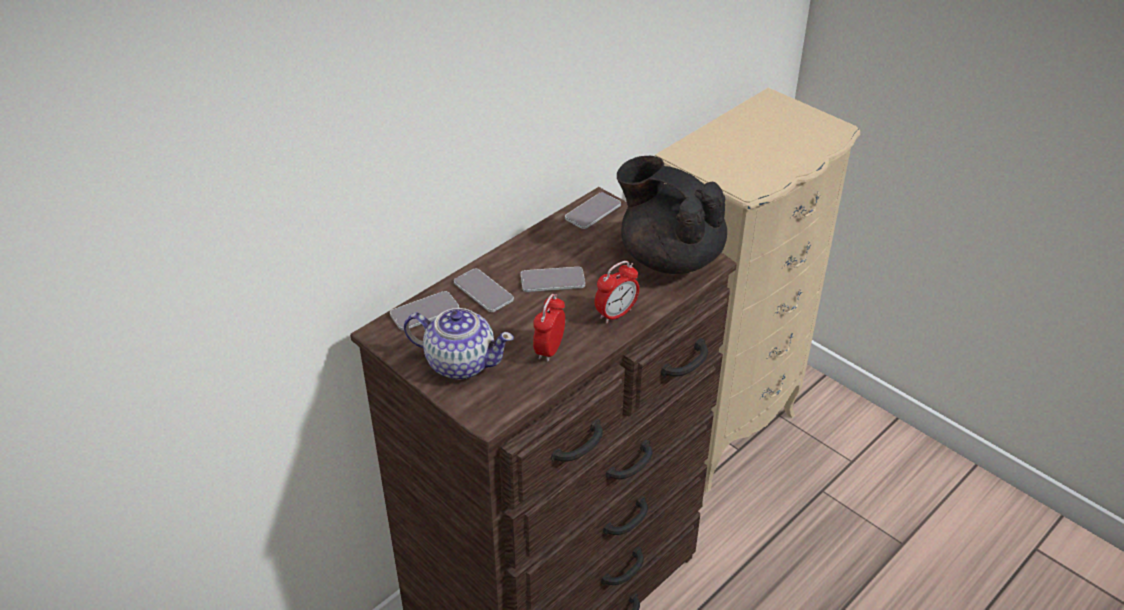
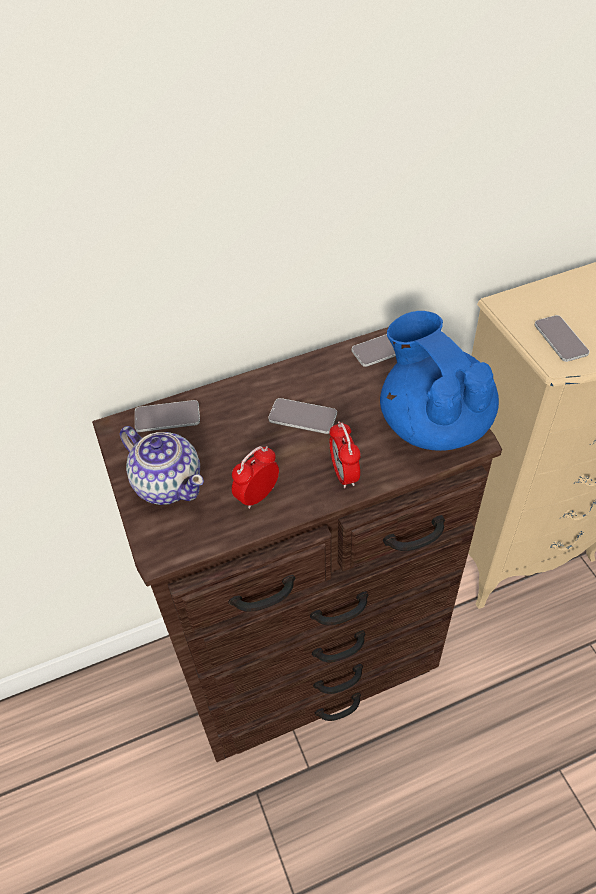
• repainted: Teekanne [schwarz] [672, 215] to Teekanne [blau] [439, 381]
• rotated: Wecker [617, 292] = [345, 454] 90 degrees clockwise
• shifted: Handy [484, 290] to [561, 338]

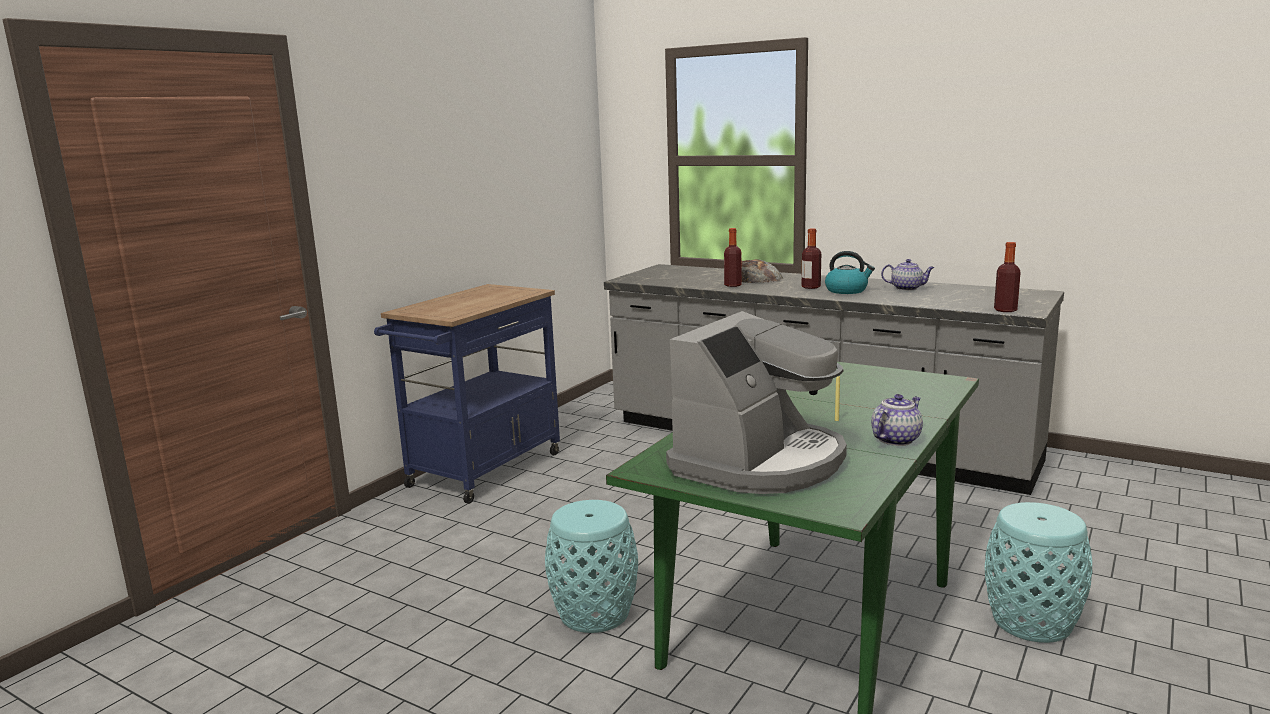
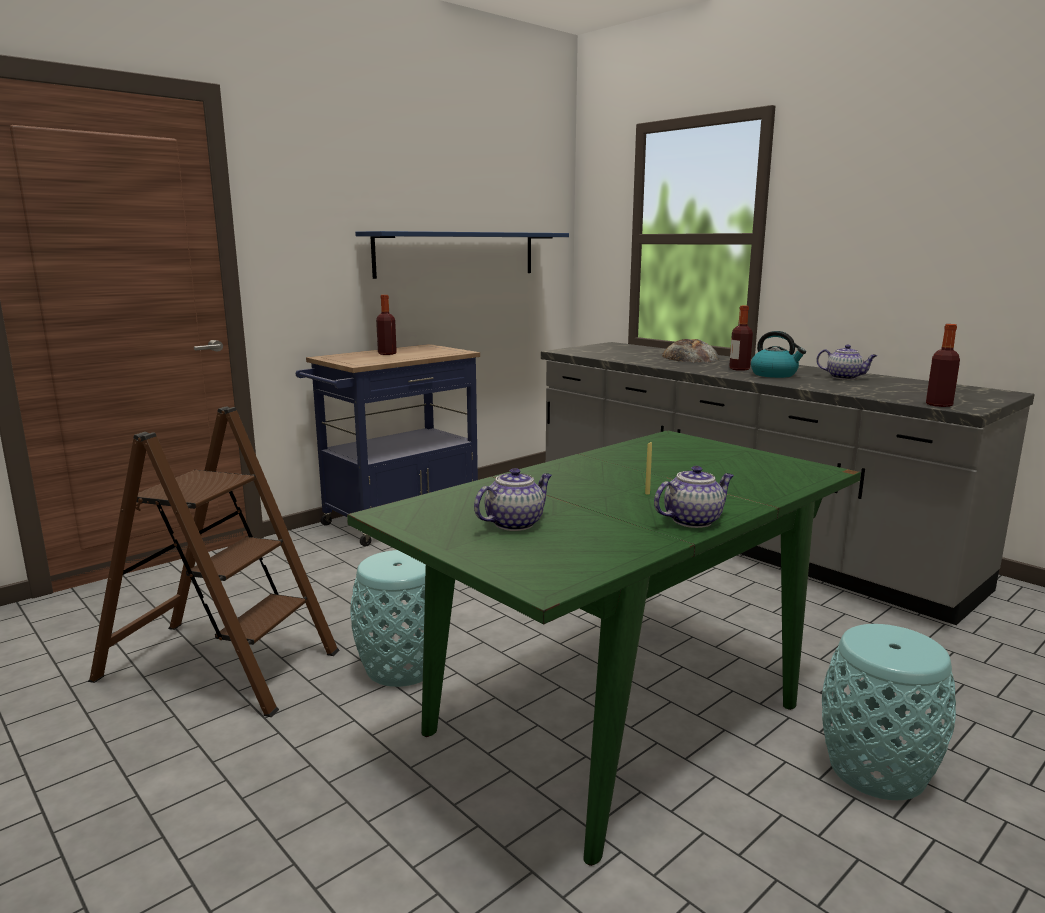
• shifted: Flasche [733, 257] to [386, 325]
• swapped: Kaffeemaschine [756, 402] to Teekanne [513, 499]
• new: Wandregal [blau] [462, 255]
• new: Trittleiter [braun] [214, 561]

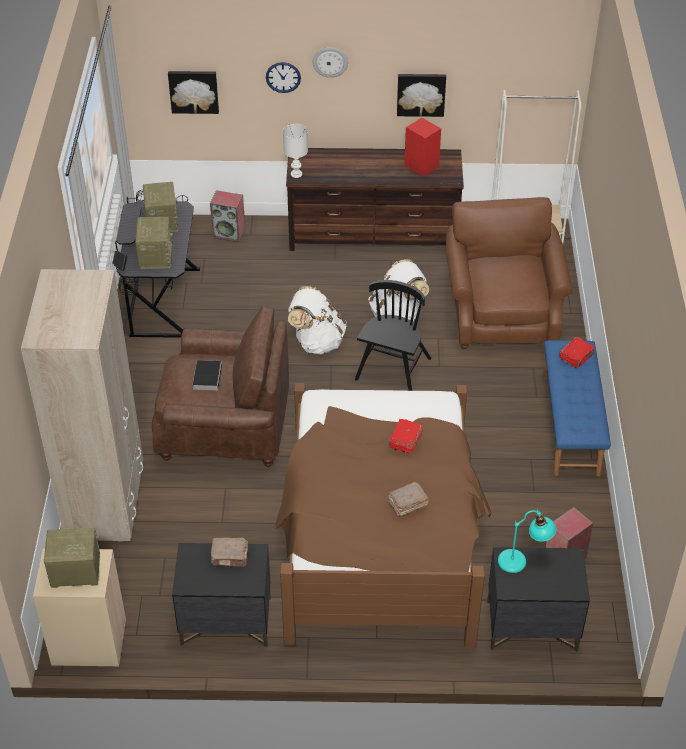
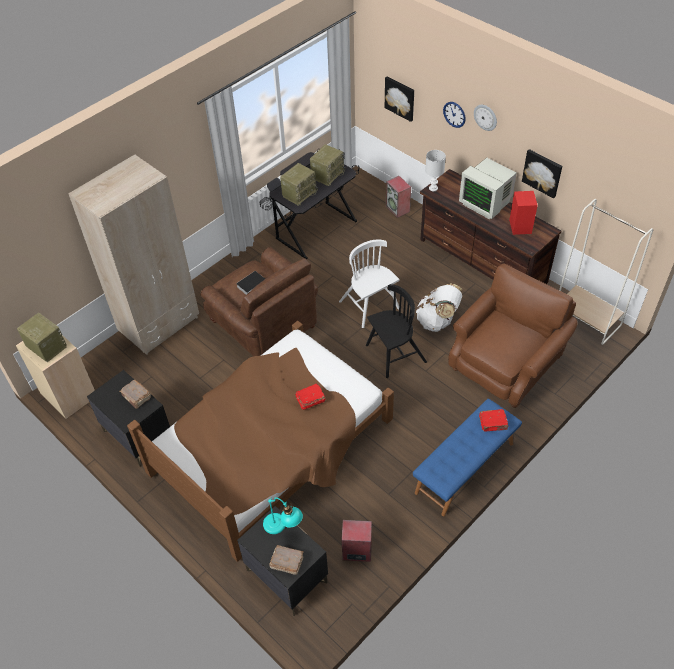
• swapped: Rucksack [weiß] [317, 320] to Stuhl [weiß] [369, 284]
• shifted: Buch [braun] [408, 498] to [286, 560]
• new: Monitor [488, 188]

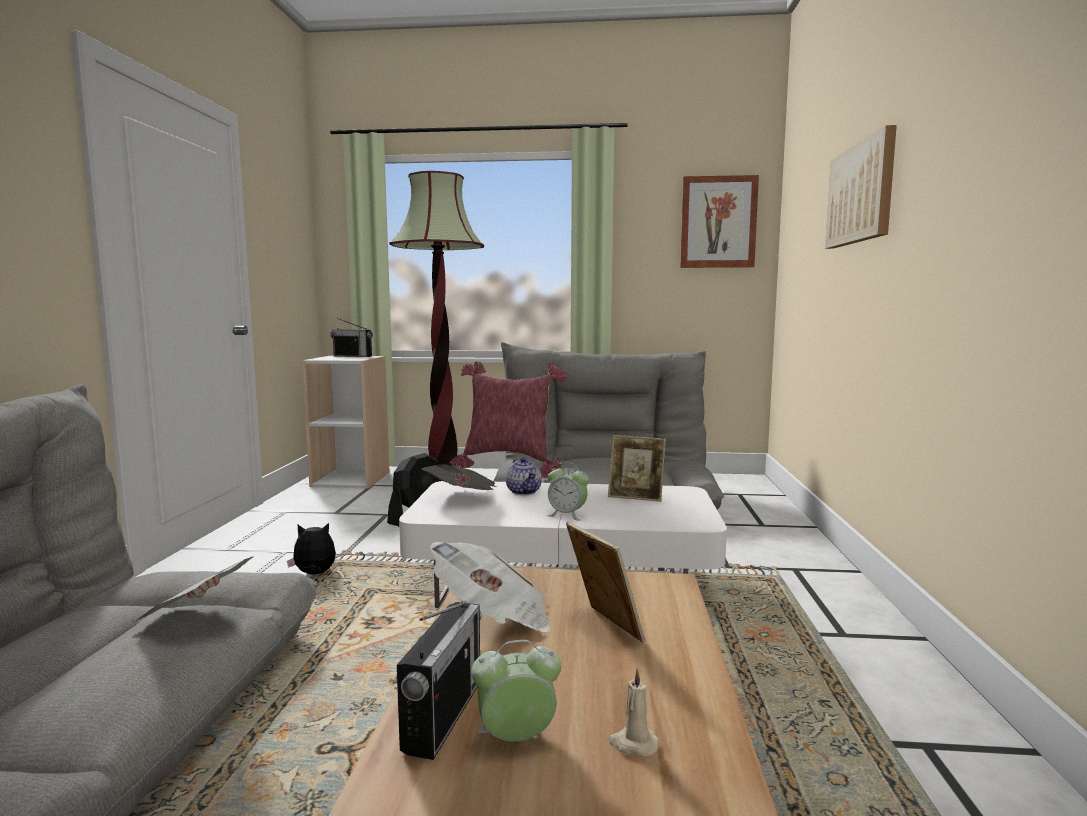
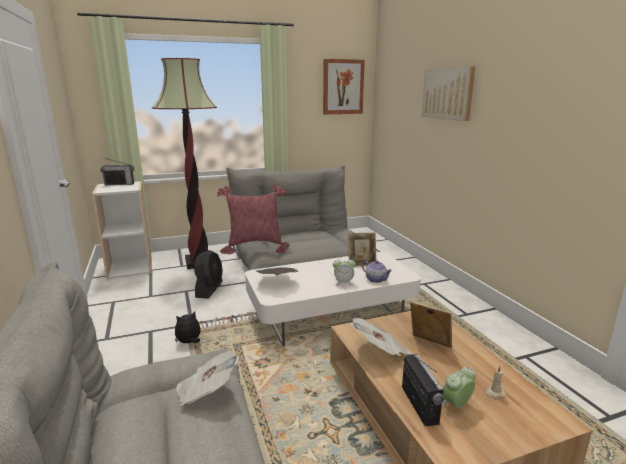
• shifted: Teekanne [524, 476] to [377, 272]

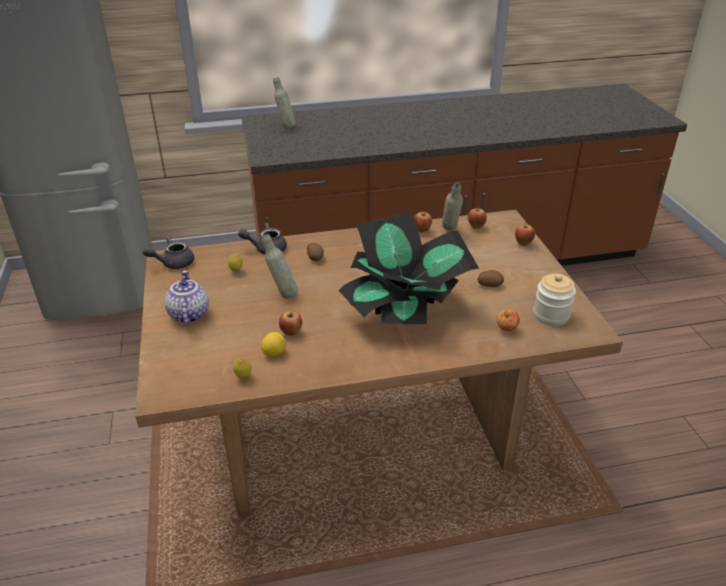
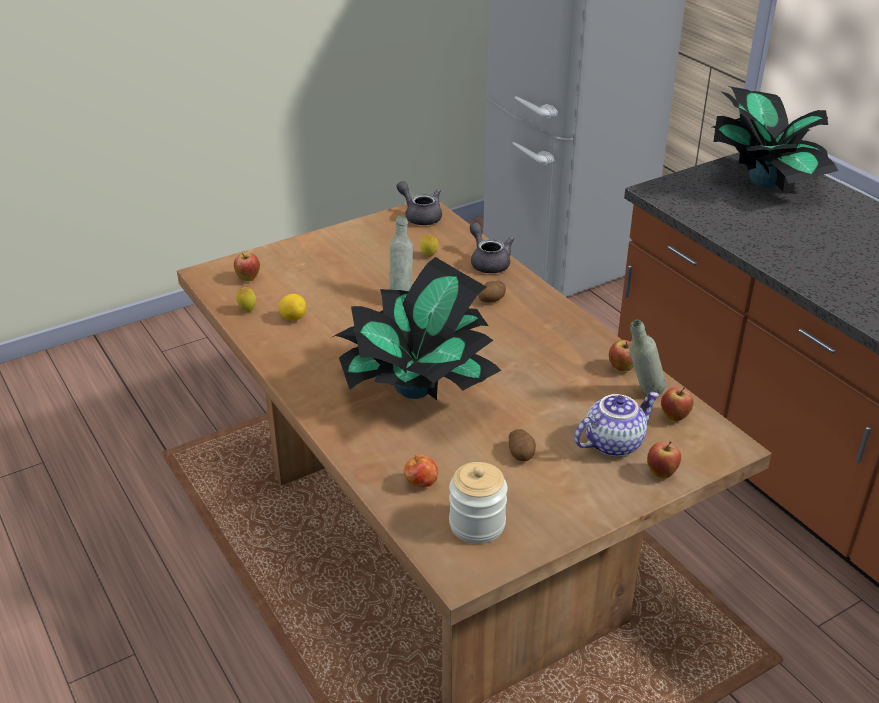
• swapped: Flasche [grau] [284, 103] to Topfpflanze [775, 138]
• shifted: Teekanne [187, 297] to [616, 424]
• shifted: Apfel [290, 323] to [247, 267]

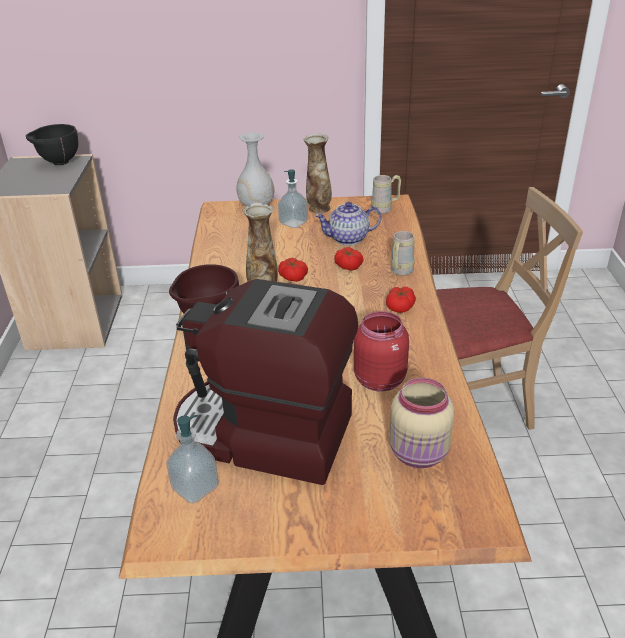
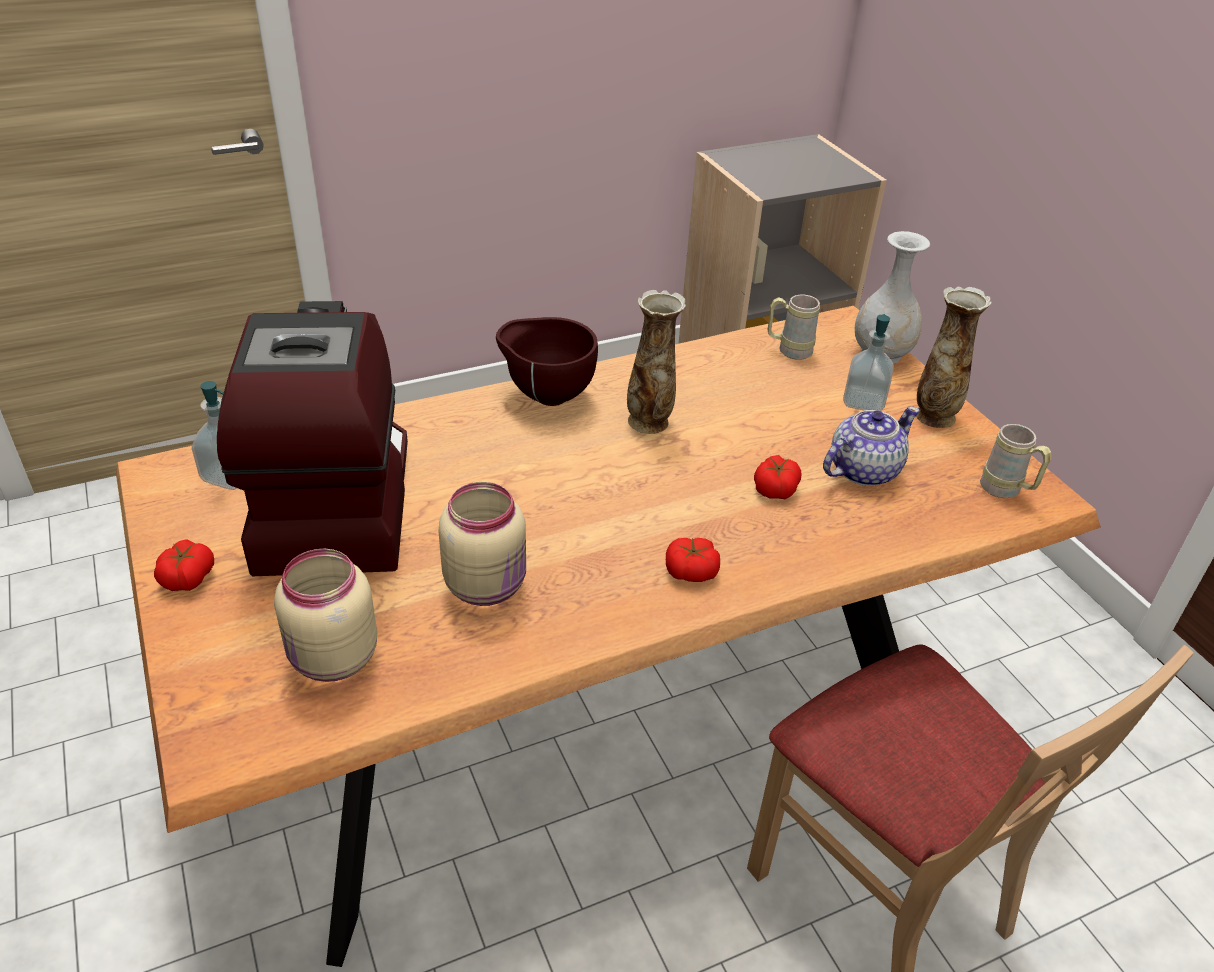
• gone: Schüssel [schwarz] [52, 144]
• rotated: Teekanne [348, 223] = [871, 446] 90 degrees clockwise
• shifted: Henkelbecher [beige] [403, 253] to [794, 327]
• shifted: Tomate [293, 270] to [184, 565]
• repainted: Vorratsglas [rot] [381, 351] to Vorratsglas [beige] [482, 544]

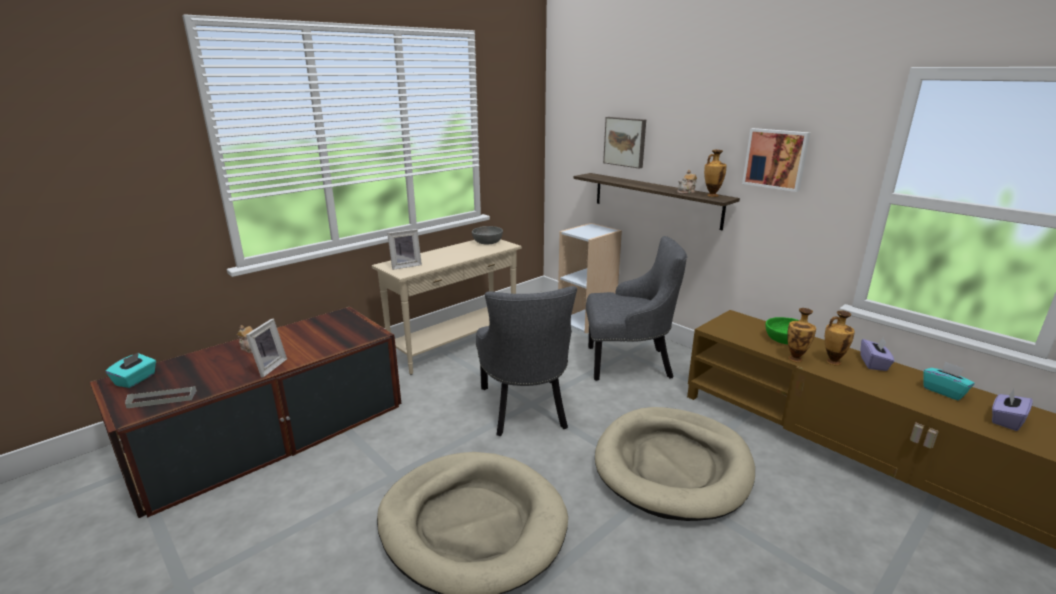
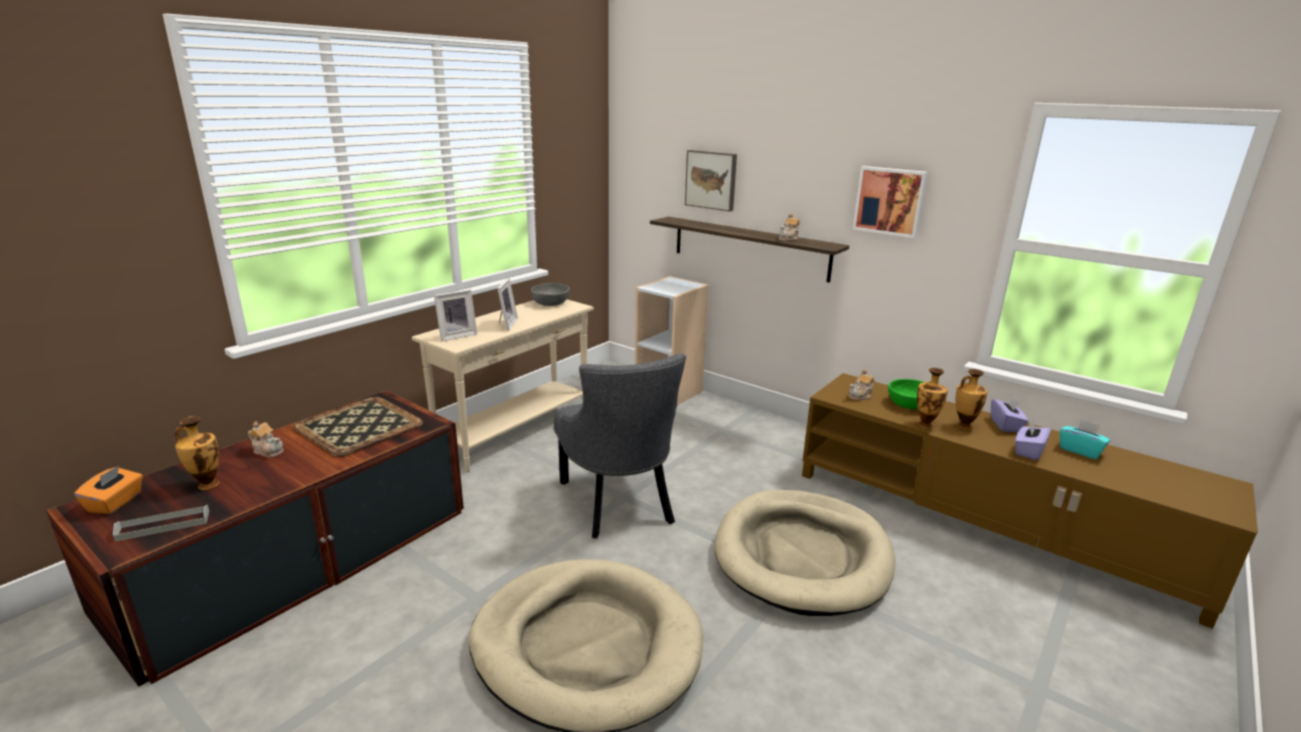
• shifted: Vase [715, 173] to [197, 453]
• gone: Sessel [grau] [636, 308]
• shifted: Bilderrahmen [266, 348] to [507, 304]
• repainted: Taschentuchbox [türkis] [131, 370] to Taschentuchbox [orange] [108, 489]
• shifted: Taschentuchbox [lila] [1012, 410] to [1033, 439]
• new: Teekanne [861, 384]
• new: Tablett [358, 427]

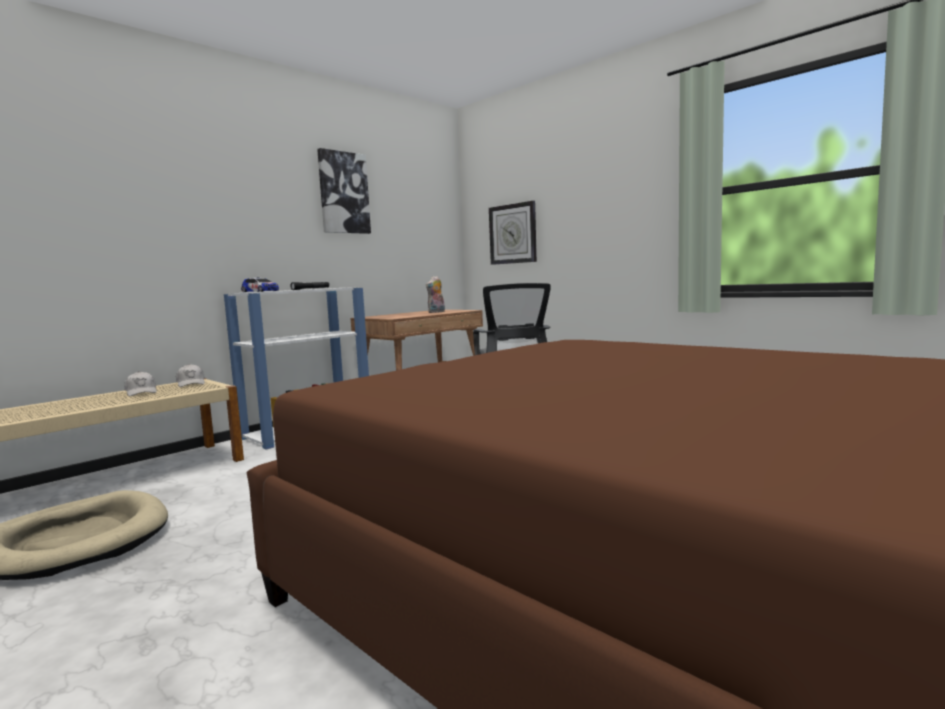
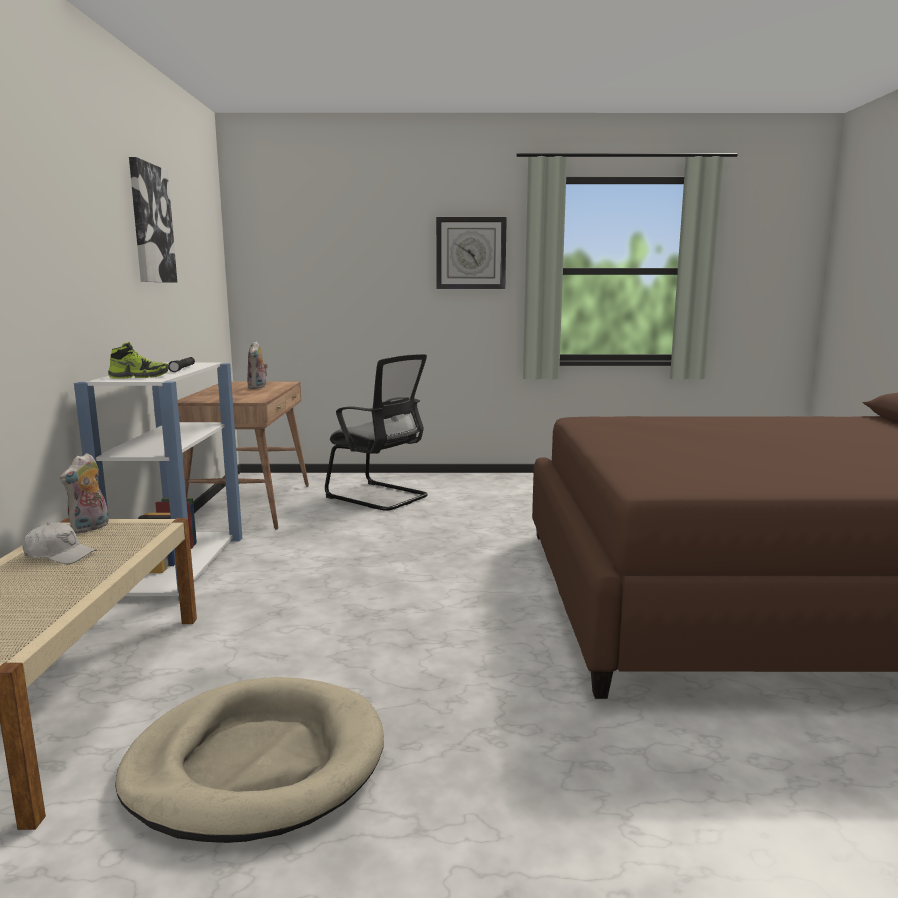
• shifted: Wanduhr [513, 233] to [471, 253]
• swapped: Spielzeugauto [260, 284] to Schuh [138, 360]
• swapped: Kappe [weiß] [190, 375] to Plüschtier [84, 493]

